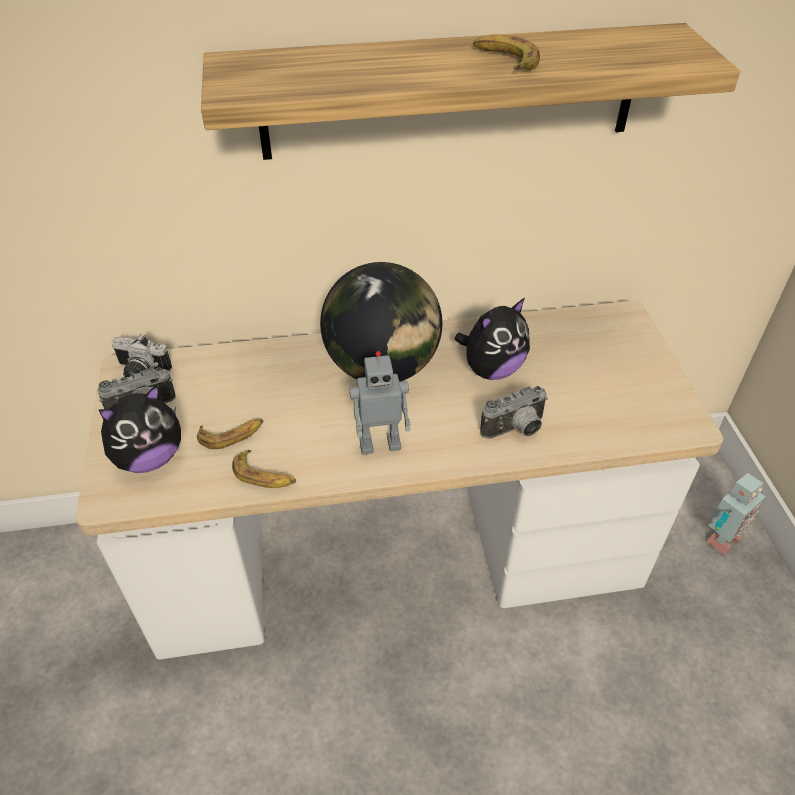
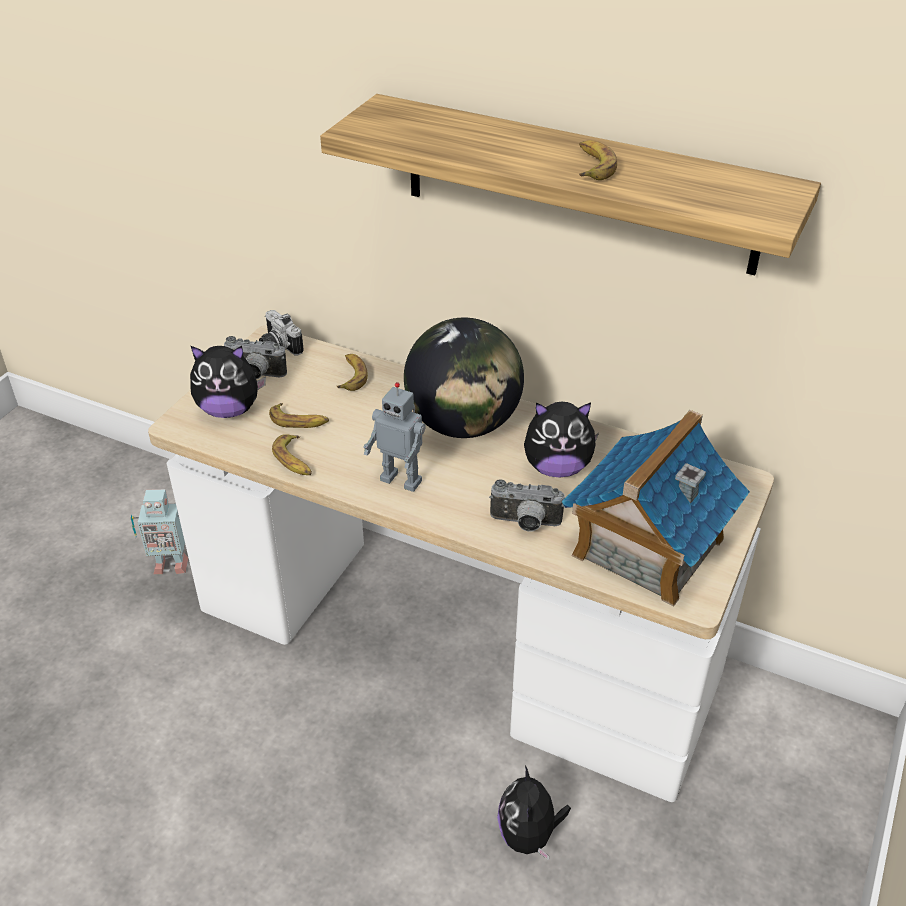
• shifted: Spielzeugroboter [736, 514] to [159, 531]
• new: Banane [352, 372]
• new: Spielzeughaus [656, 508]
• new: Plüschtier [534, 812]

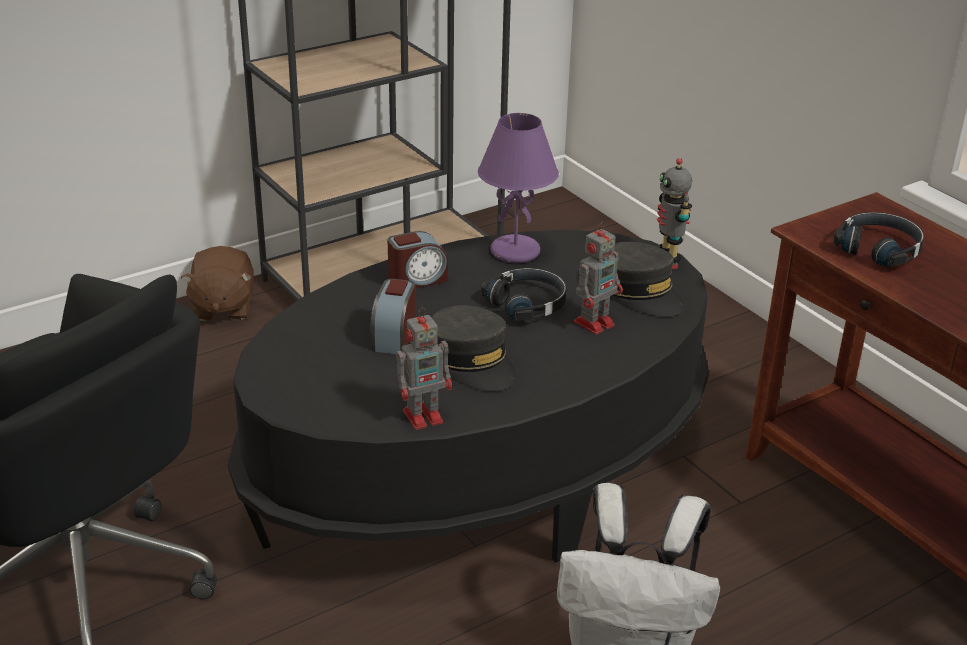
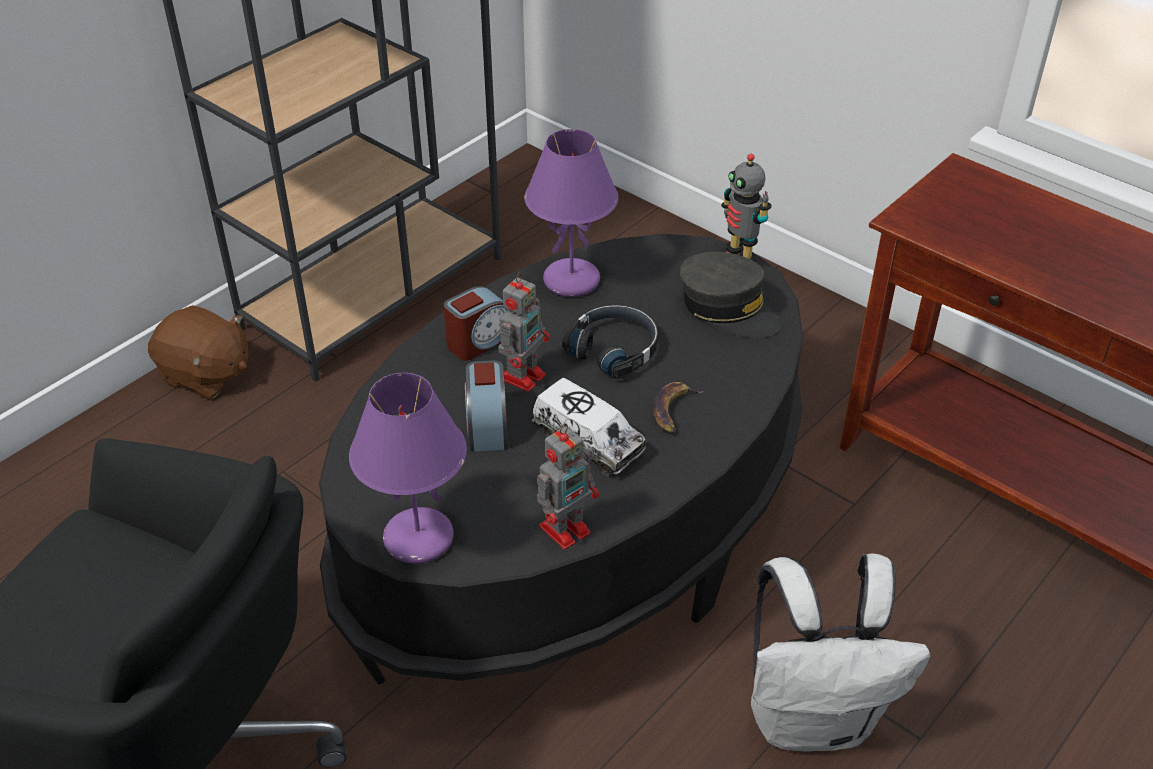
• gone: Kopfhörer [schwarz] [878, 239]
• shifted: Spielzeugroboter [598, 278] to [524, 332]
• rotated: Plüschtier [braun] [217, 283] = [198, 352] 45 degrees counterclockwise
• swapped: Kappe [grau] [474, 348] to Spielzeuglaster [589, 427]
• new: Tischlampe [lila] [408, 468]
• new: Banane [678, 407]

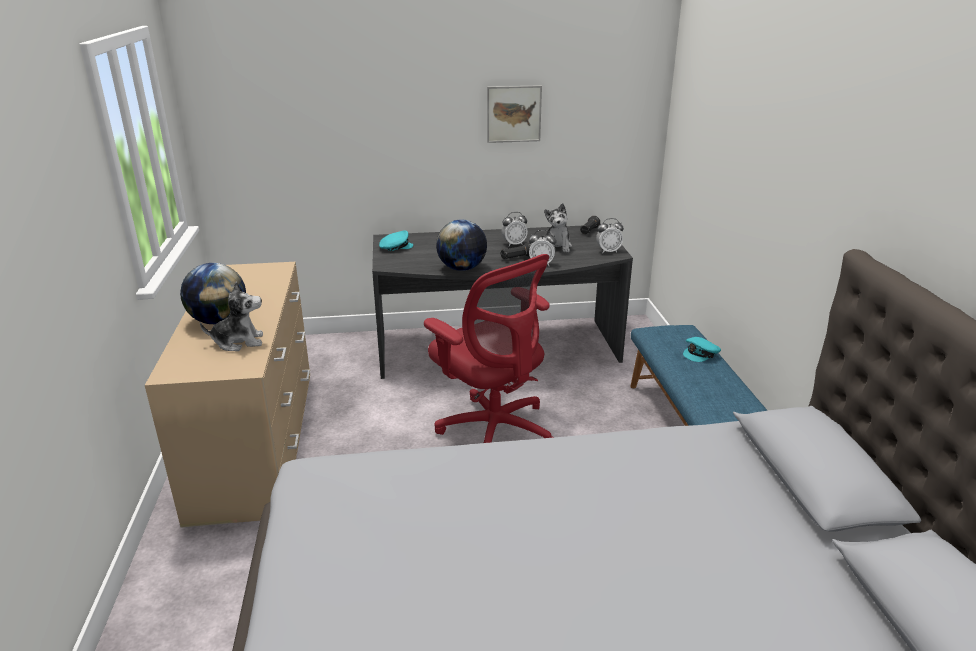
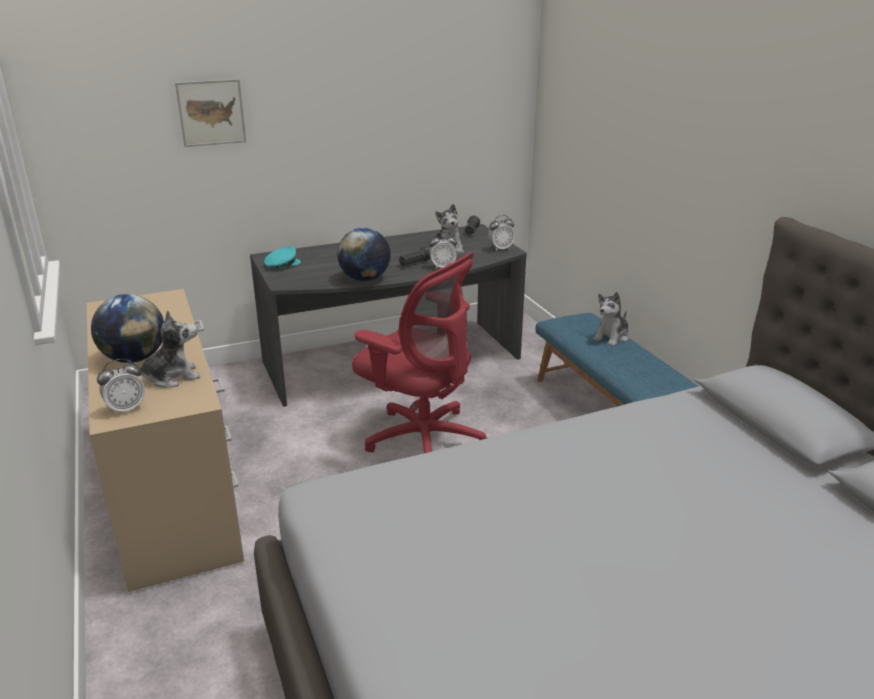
• shifted: Bild [514, 114] to [210, 113]
• shifted: Wecker [514, 229] to [121, 387]
• swapped: Kappe [türkis] [702, 349] to Plüschtier [611, 319]

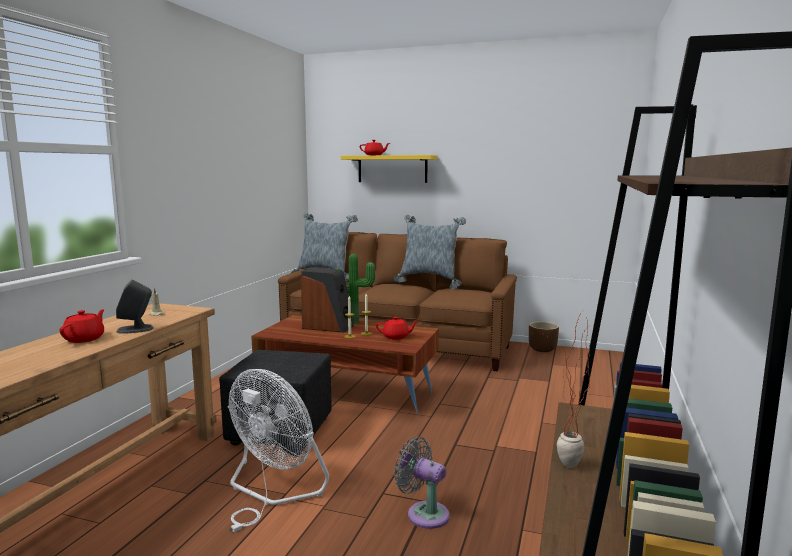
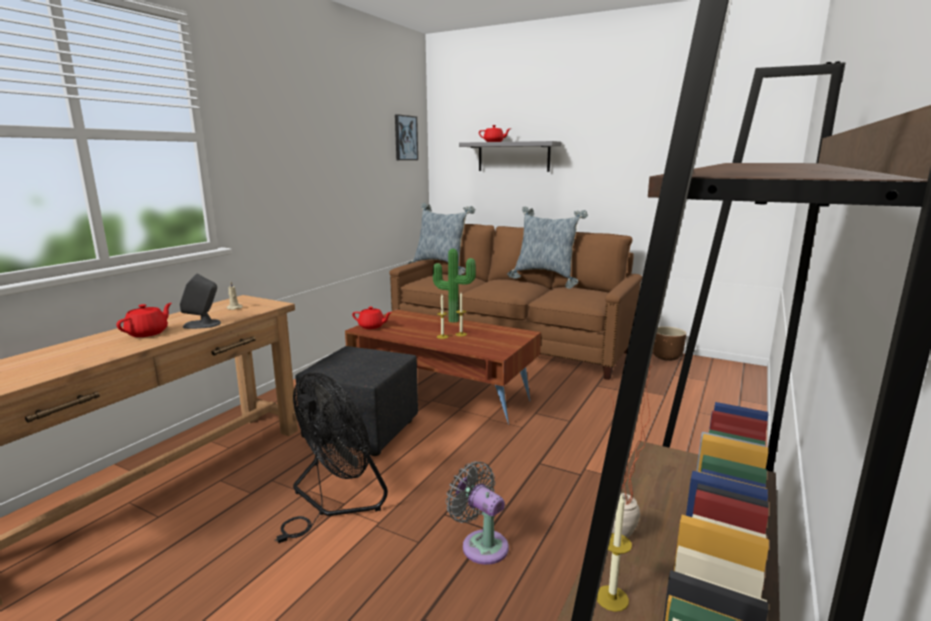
• repainted: Wandregal [gelb] [389, 169] to Wandregal [grau] [510, 156]
• gone: Lautsprecher [327, 300]
• shifted: Teekanne [rot] [397, 328] to [372, 317]
• repainted: Ventilator [weiß] [278, 450] to Ventilator [schwarz] [331, 458]
• new: Bild [406, 137]
• new: Kerze [614, 552]

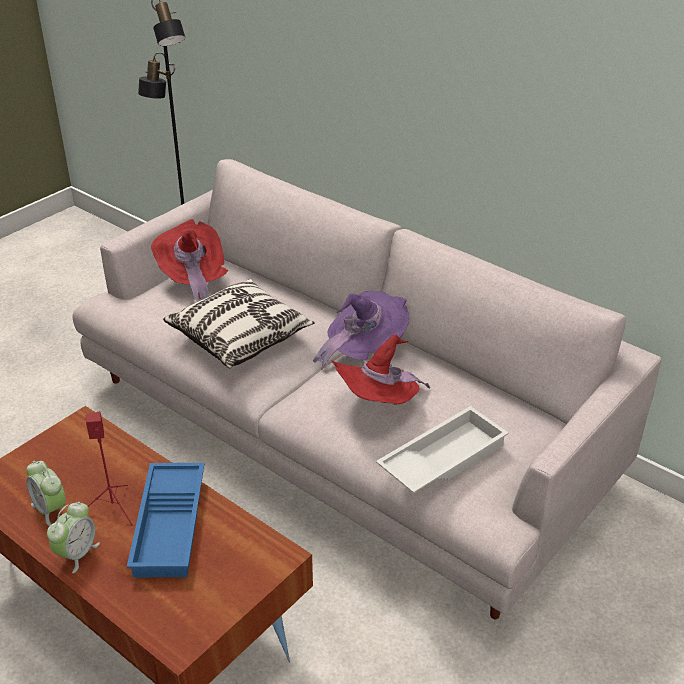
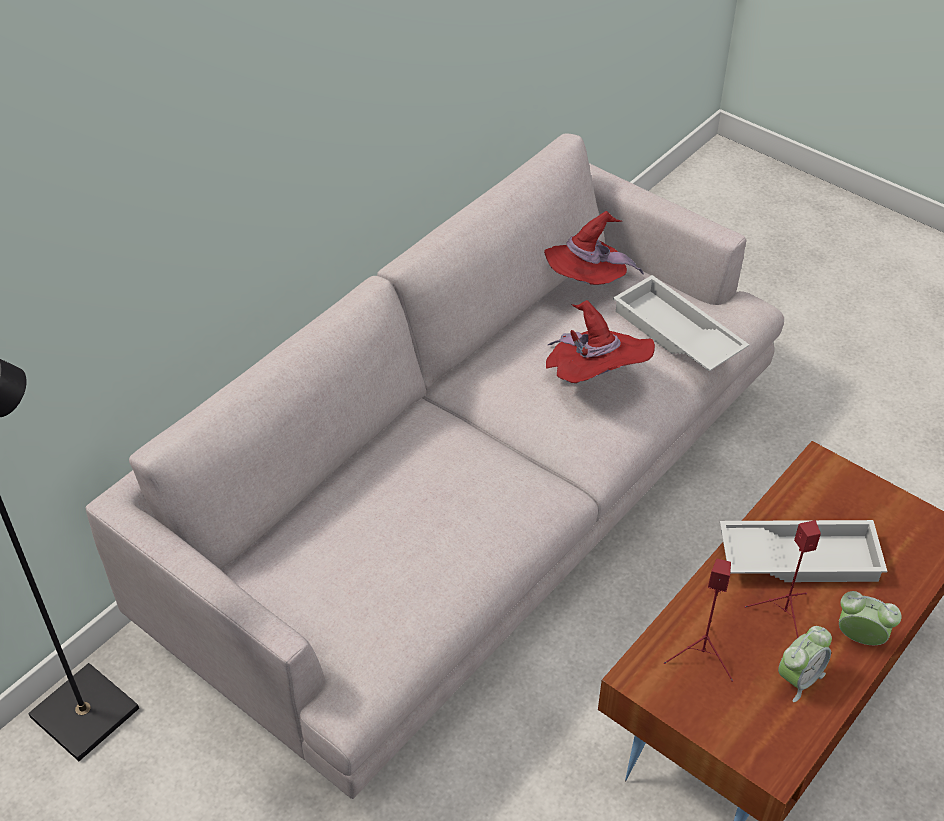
• shifted: Hut [rot] [189, 260] to [594, 248]
• gone: Kissen [239, 323]
• gone: Hut [lila] [361, 330]
• repainted: Tablett [blau] [165, 520] to Tablett [weiß] [803, 551]
• new: Lautsprecher [rot] [698, 620]

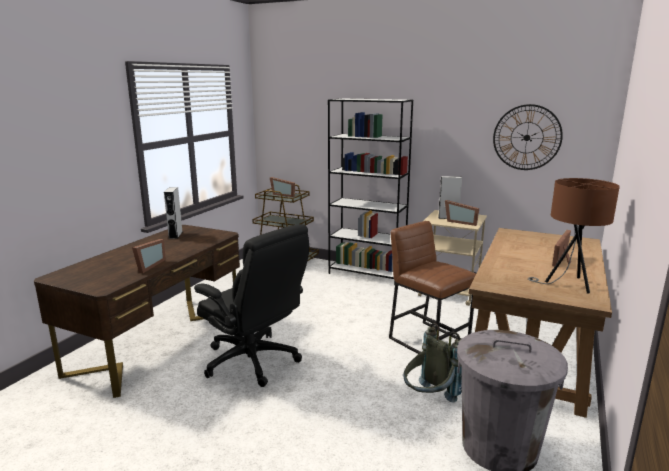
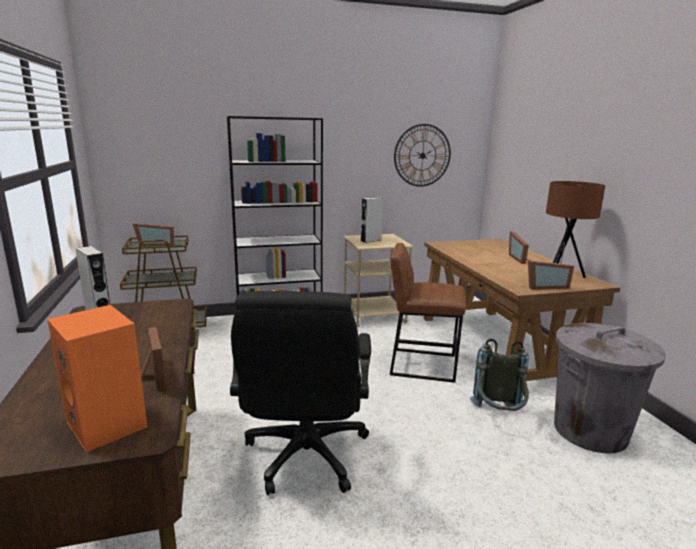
• shifted: Bilderrahmen [462, 213] to [551, 275]
• rotated: Bürostuhl [schwarz] [251, 305] = [300, 393] 90 degrees clockwise
• new: Lautsprecher [orange] [97, 378]

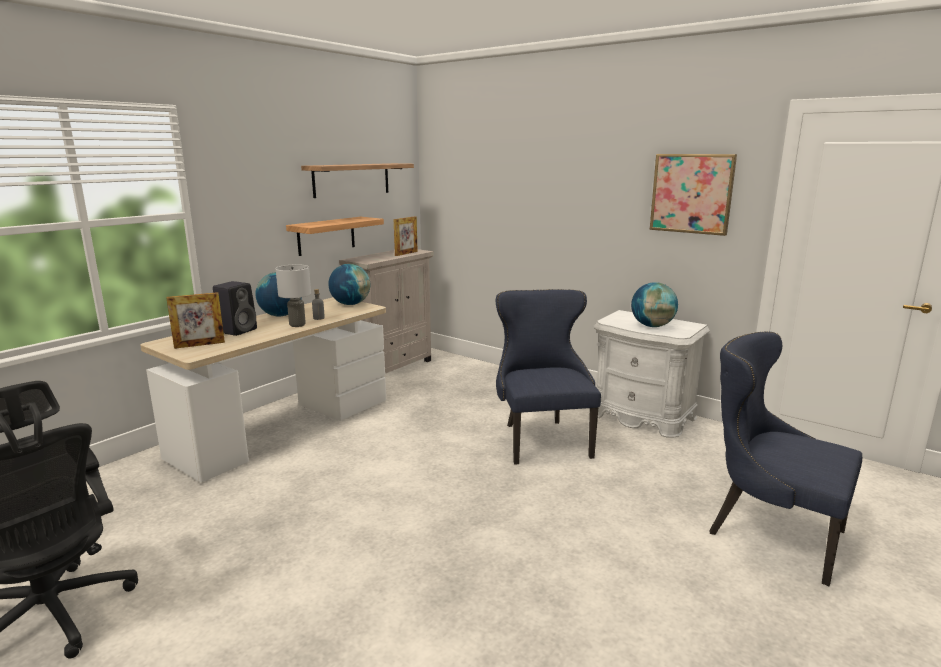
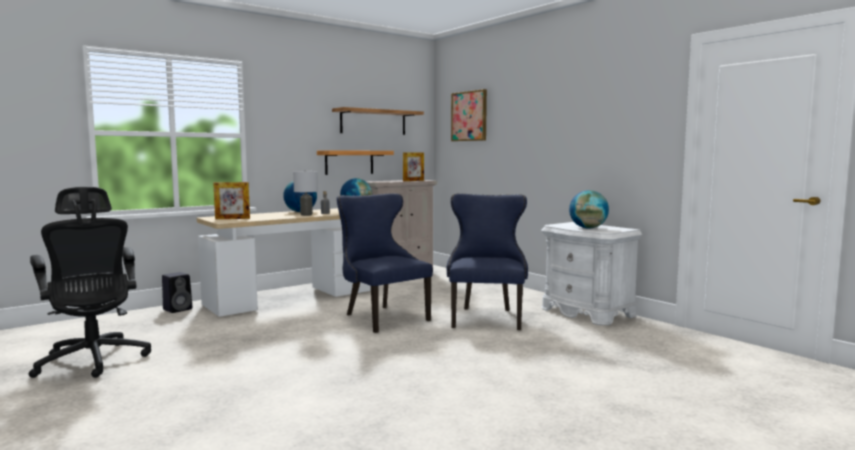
• shifted: Bild [693, 195] to [469, 115]
• shifted: Lautsprecher [schwarz] [235, 308] to [177, 292]
• shifted: Stuhl [blau] [785, 459] to [385, 263]

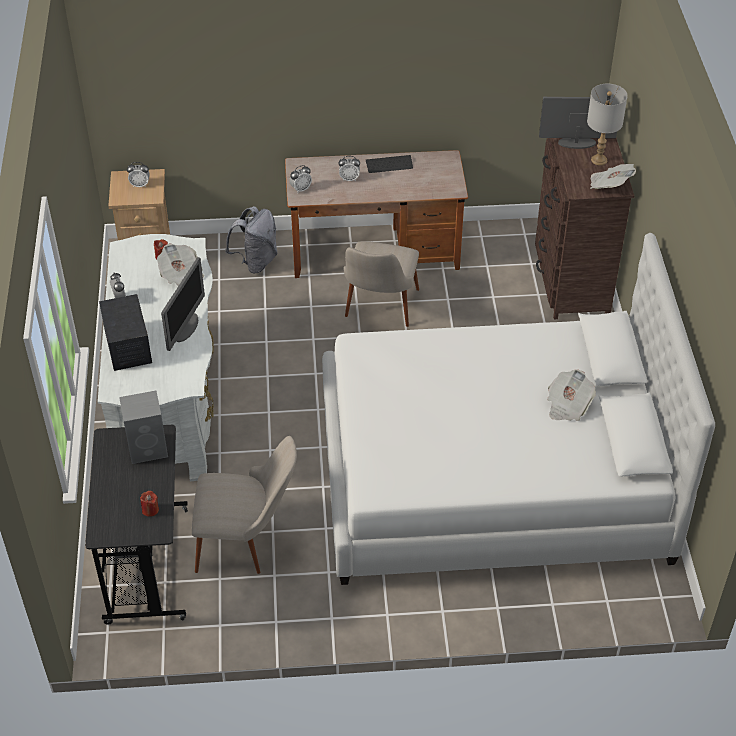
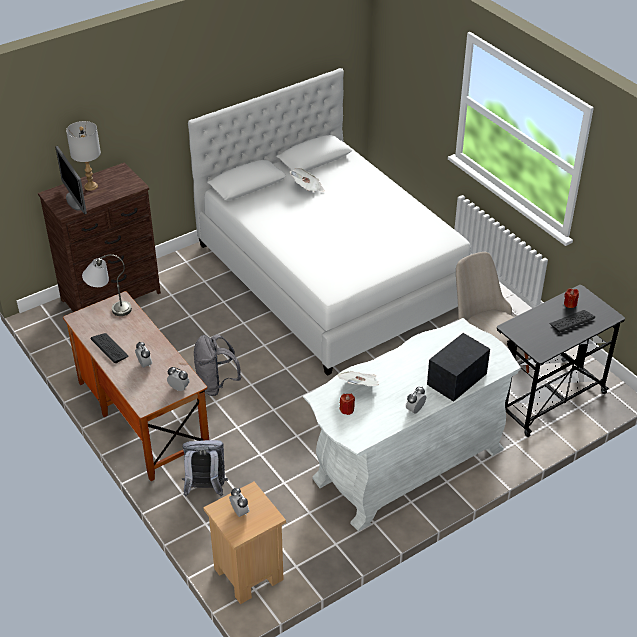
• gone: Zeitung [613, 176]
• swapped: Stuhl [beige] [381, 284] to Rucksack [grau] [217, 365]
• gone: Monitor [183, 304]
• gone: Lautsprecher [grau] [143, 427]
• new: Tischlampe [grau] [107, 285]
• new: Tastatur [572, 321]

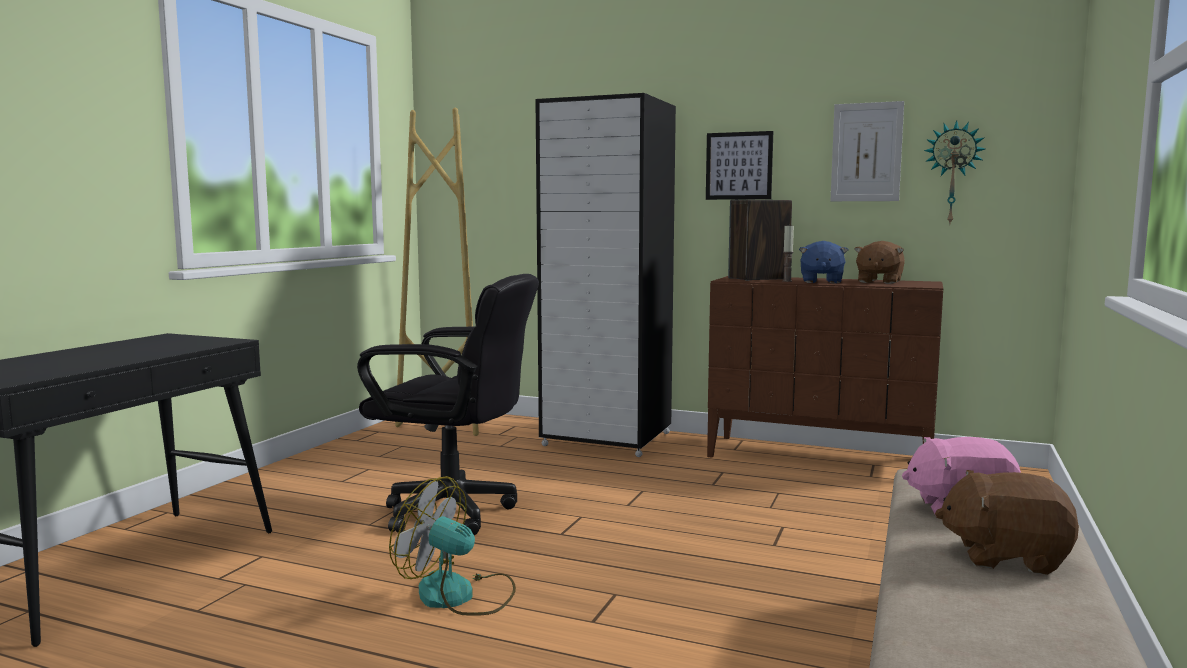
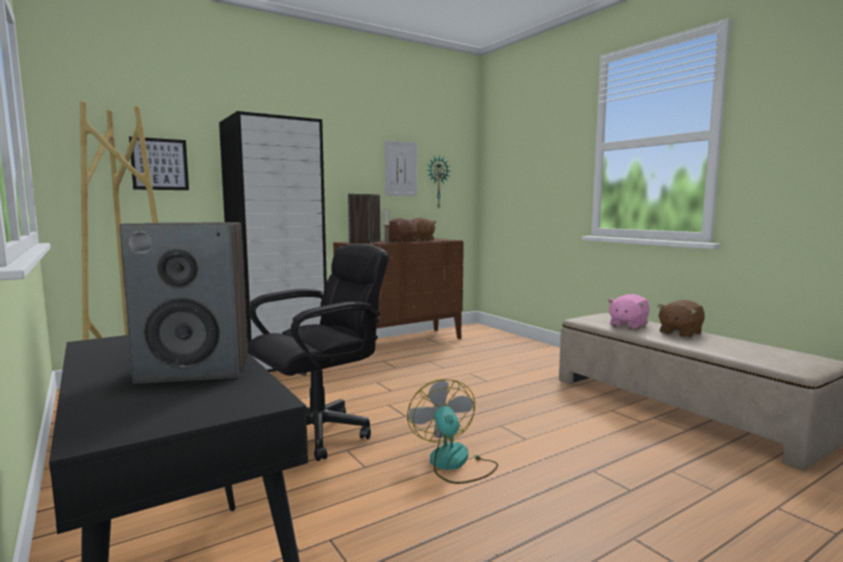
• shifted: Bild [739, 165] to [159, 163]
• repainted: Plüschtier [blau] [823, 262] to Plüschtier [braun] [403, 230]
• rotated: Ventilator [452, 546] = [452, 431] 105 degrees clockwise
• new: Lautsprecher [183, 303]

